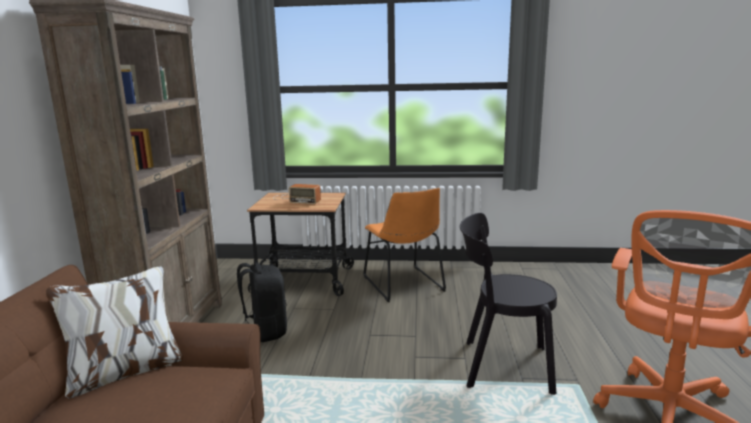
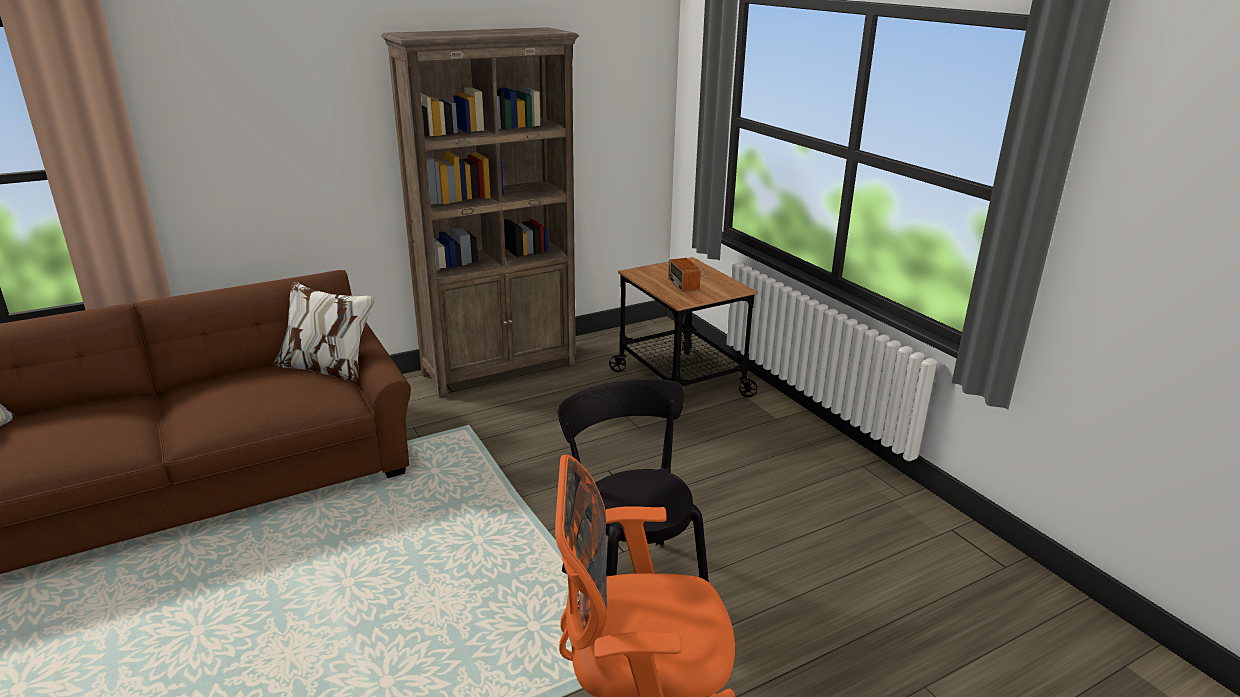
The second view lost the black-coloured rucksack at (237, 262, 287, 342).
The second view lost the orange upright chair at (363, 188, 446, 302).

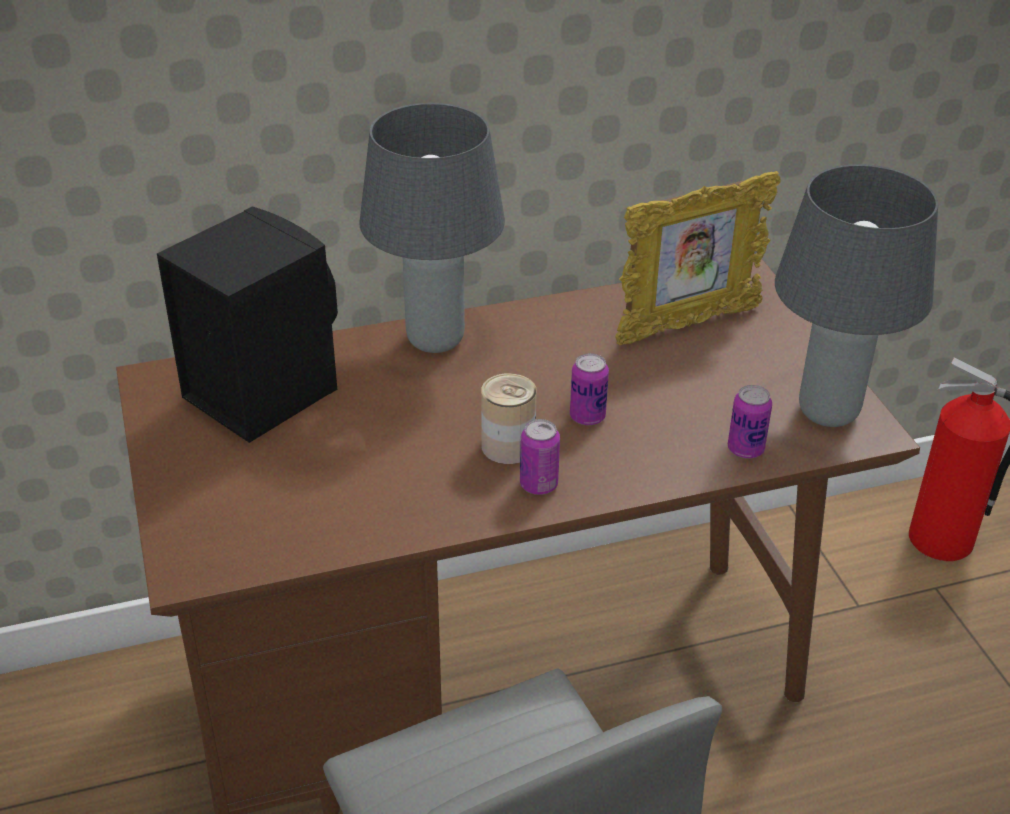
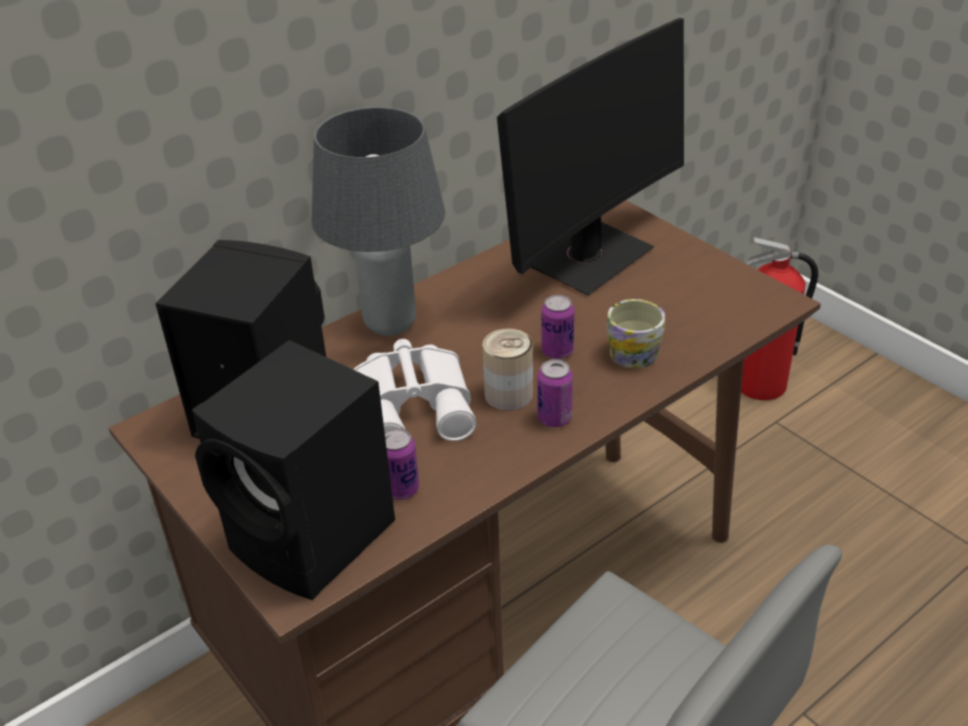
The second view lost the gray table lamp at (775, 164, 938, 427).
The second view gained the black-coloured speaker at (192, 340, 395, 600).
The second view gained the white-coloured field glasses at (353, 339, 477, 441).
The second view gained the coffee mug at (607, 299, 665, 368).
The can ended up elsewhere, having gone from (728, 385, 772, 458) to (385, 428, 419, 500).
Where the picture frame stood at (615, 171, 781, 345), the computer screen came to stand at (497, 18, 684, 295).

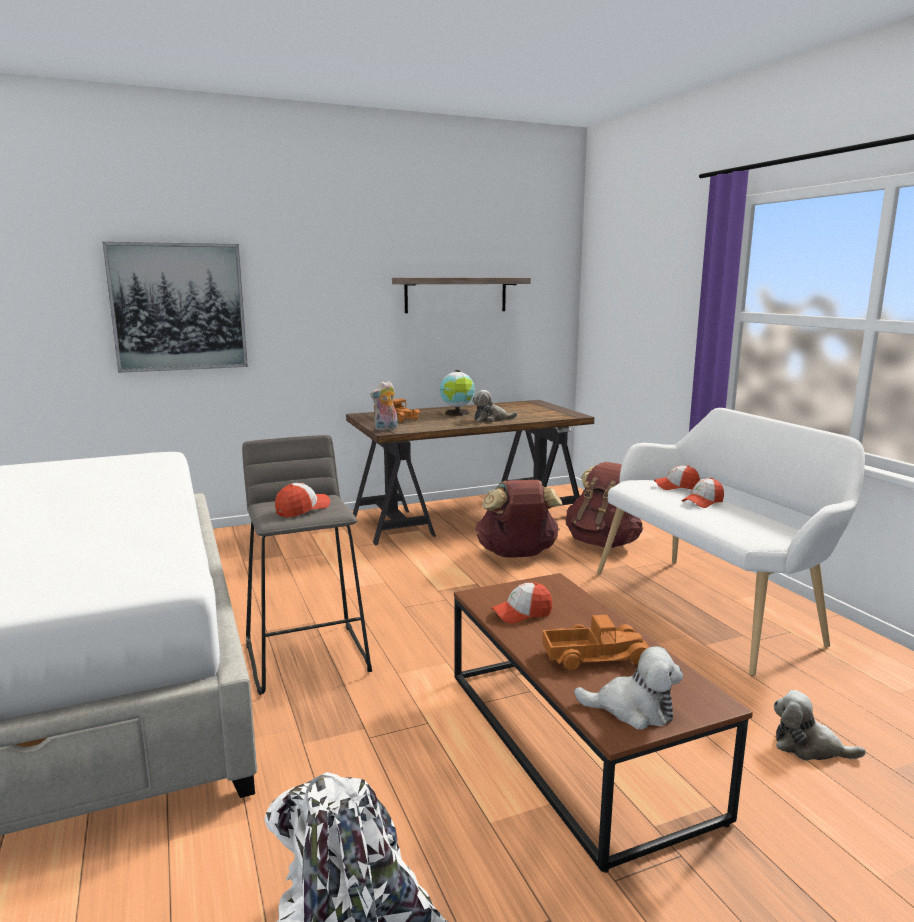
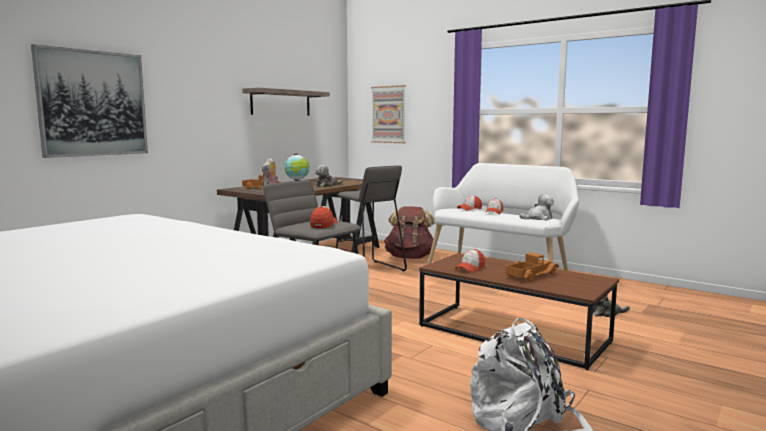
The second view gained the wall picture at (371, 85, 406, 143).
The soft toy ended up elsewhere, having gone from (574, 646, 683, 730) to (519, 194, 554, 220).
Where the brownish rucksack stood at (475, 480, 562, 558), the gray stool seat came to stand at (336, 166, 407, 271).

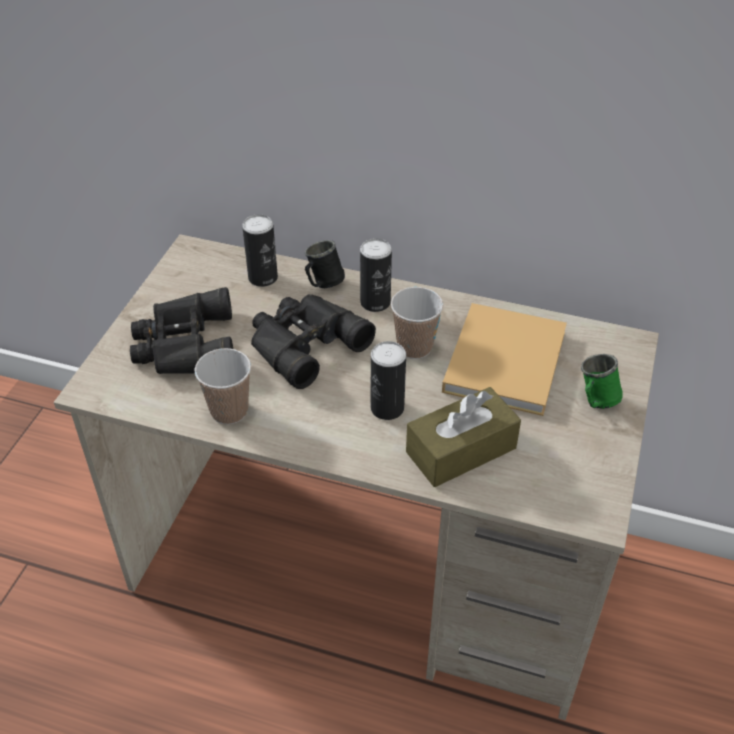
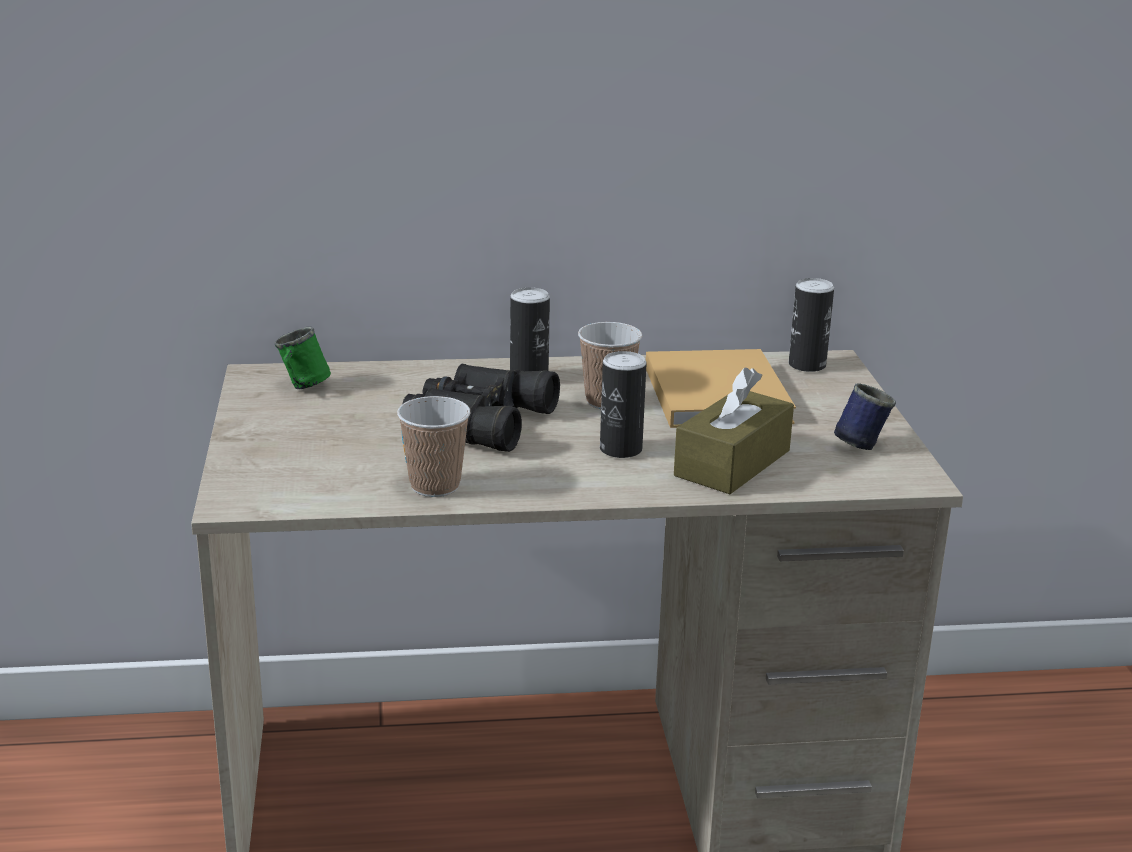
The second view lost the black-coloured field glasses at (130, 287, 233, 374).
The second view lost the black-coloured coffee mug at (305, 240, 345, 288).
The second view gained the blue coffee mug at (834, 383, 896, 450).
The can ended up elsewhere, having gone from (242, 215, 278, 287) to (789, 278, 834, 372).
The greenish coffee mug ended up elsewhere, having gone from (581, 354, 623, 409) to (275, 327, 331, 389).

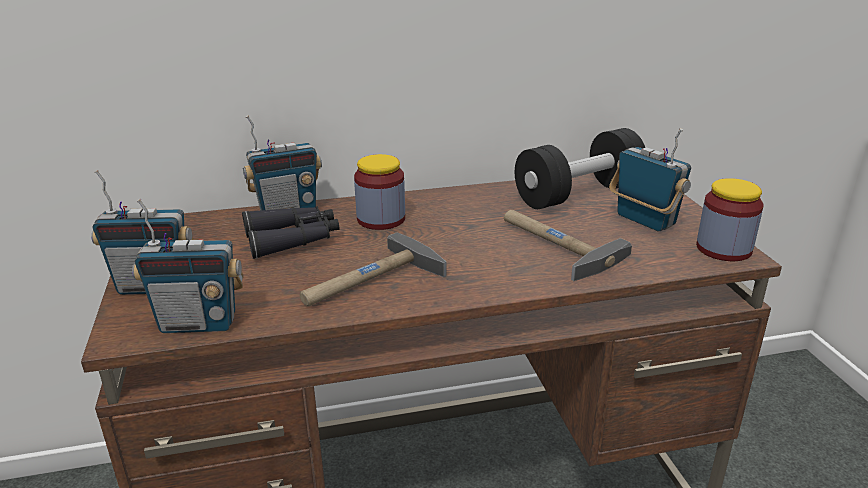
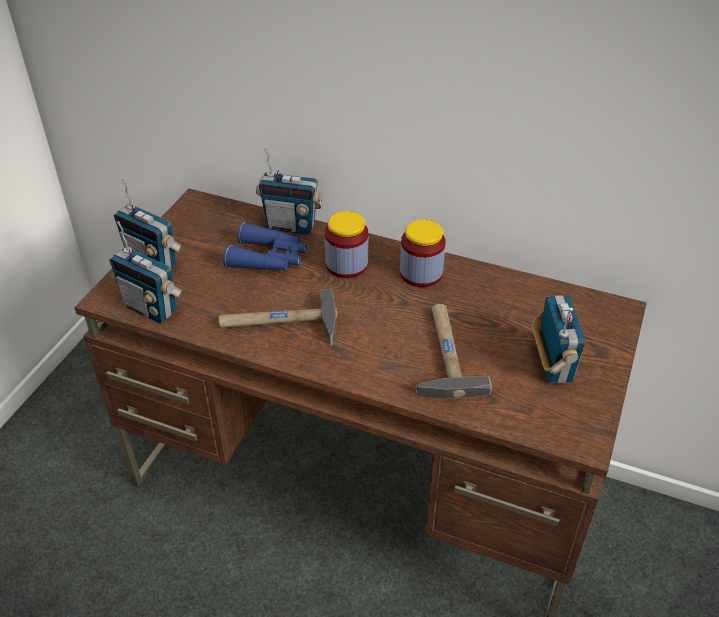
The second view lost the black-coloured free weight at (515, 128, 645, 209).
The preserve jar ended up elsewhere, having gone from (696, 178, 764, 261) to (400, 219, 446, 287).
What was the black-coloured field glasses at (242, 206, 339, 259) turned into the blue field glasses at (223, 222, 307, 271).

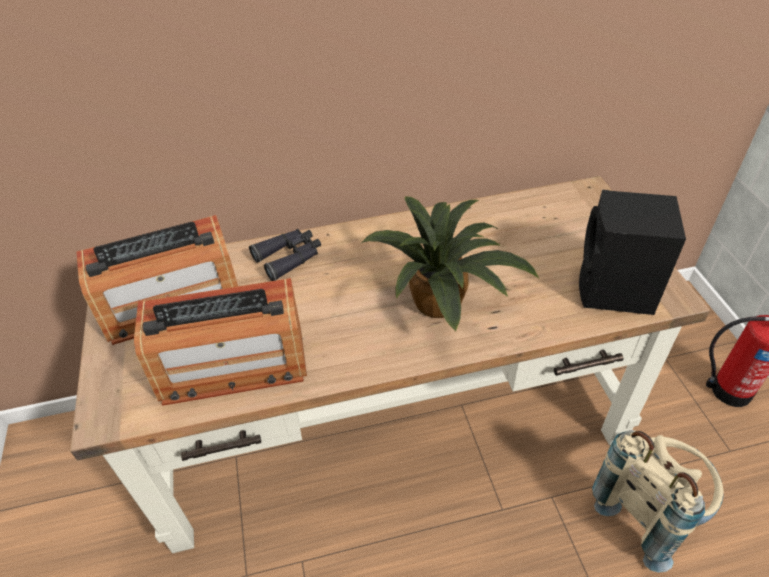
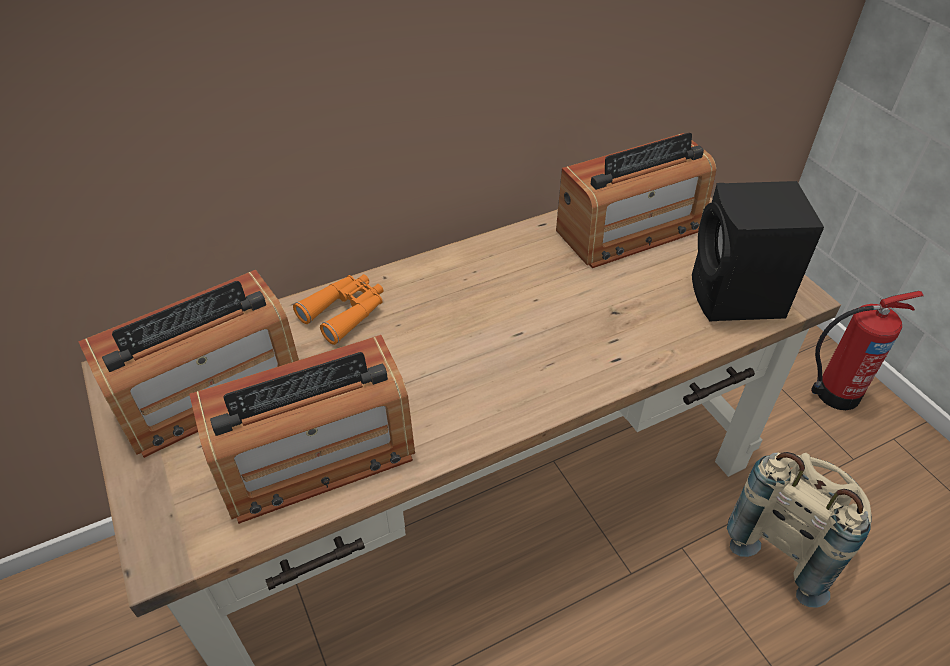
The second view lost the plant in a pot at (361, 196, 539, 331).
The second view gained the radio set at (556, 133, 716, 268).
What was the black-coloured field glasses at (249, 229, 321, 281) turned into the orange field glasses at (293, 274, 384, 345).

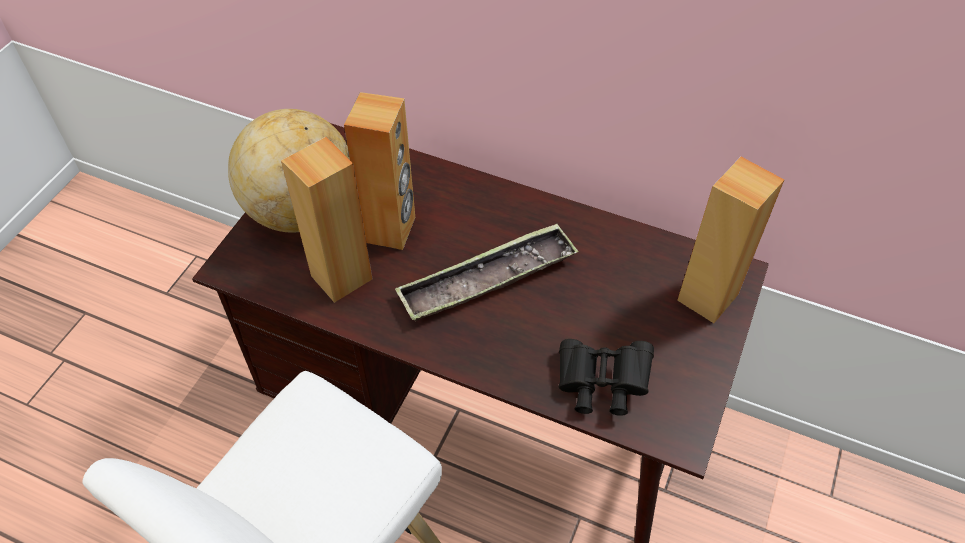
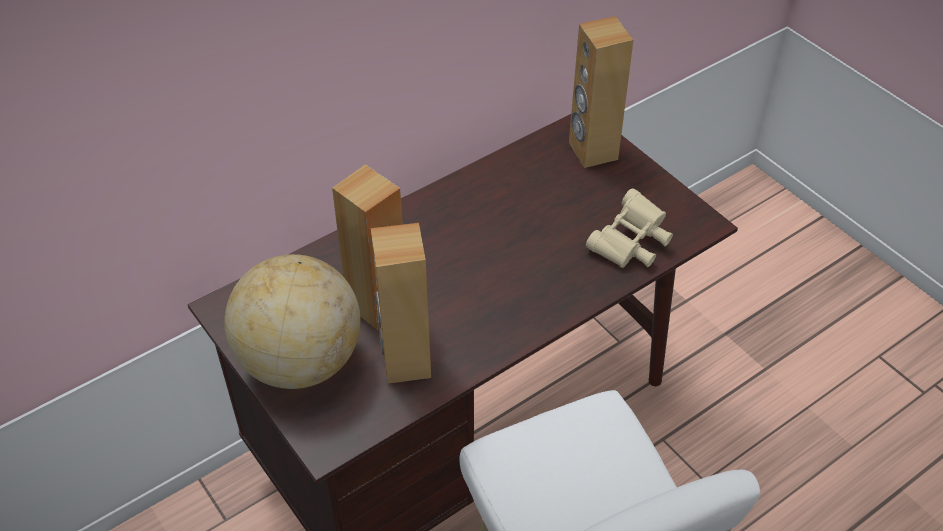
The second view lost the tray at (395, 223, 579, 321).
What was the black-coloured field glasses at (559, 339, 654, 416) turned into the beige-coloured field glasses at (586, 189, 673, 268).

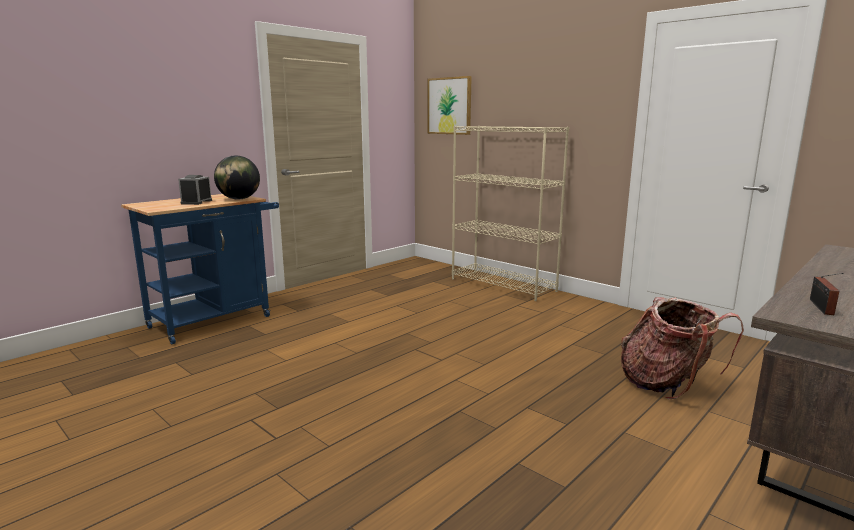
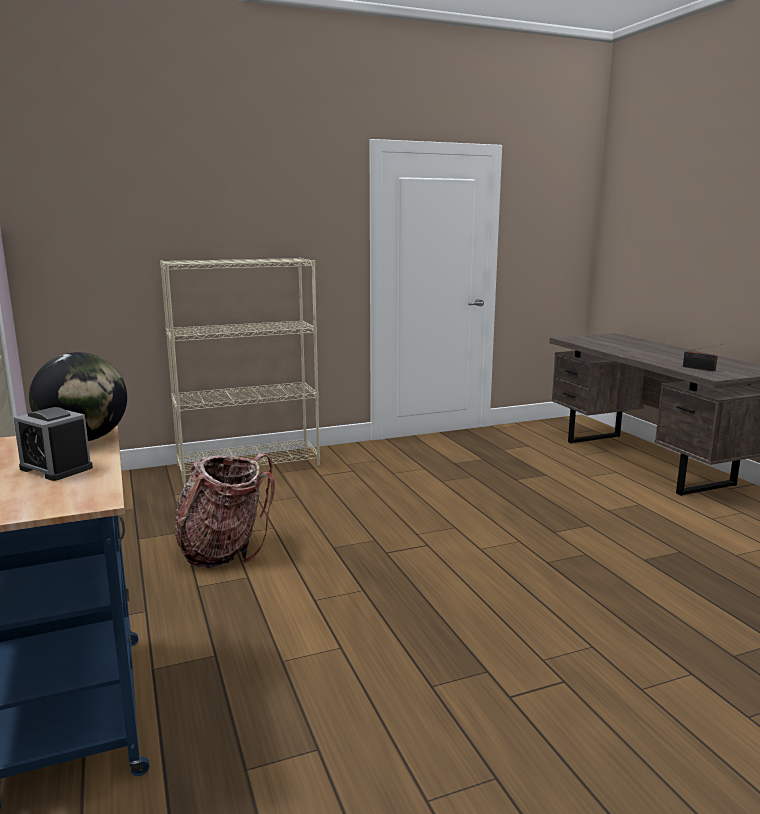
The second view lost the wall picture at (428, 76, 472, 135).
The rucksack ended up elsewhere, having gone from (621, 297, 744, 399) to (175, 453, 275, 568).

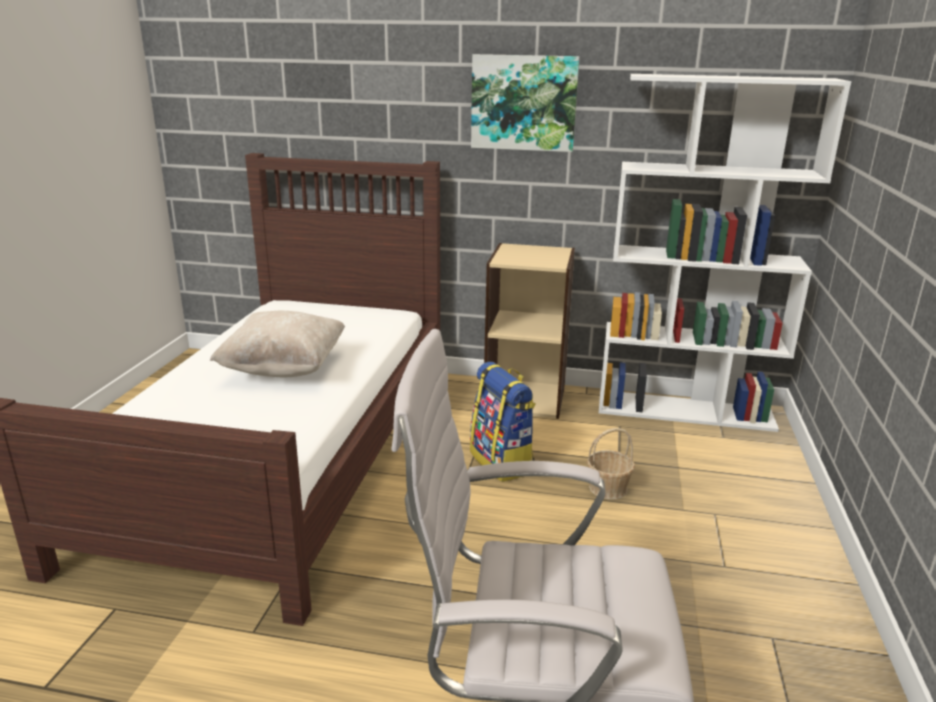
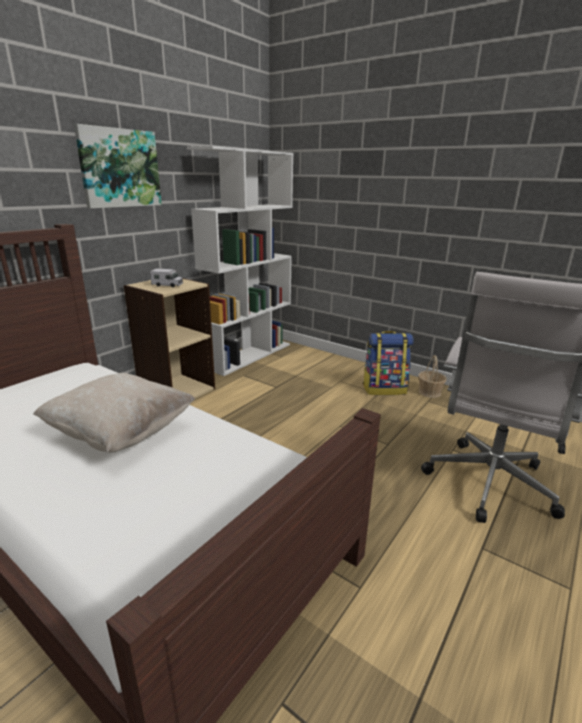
The second view gained the toy truck at (150, 268, 183, 287).
The rucksack ended up elsewhere, having gone from (470, 362, 536, 482) to (363, 331, 414, 395).
The basket ended up elsewhere, having gone from (587, 428, 635, 500) to (418, 355, 447, 398).

